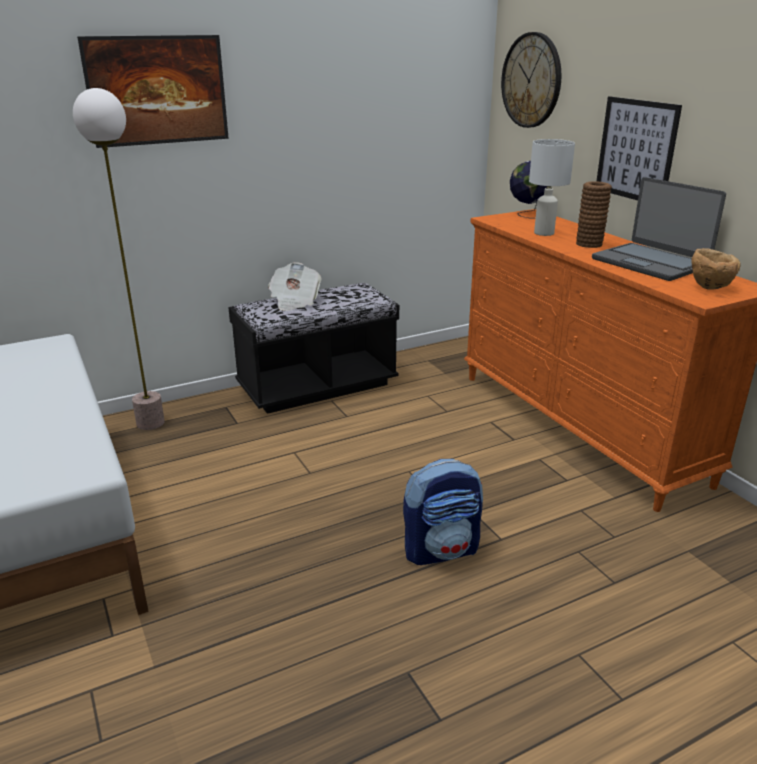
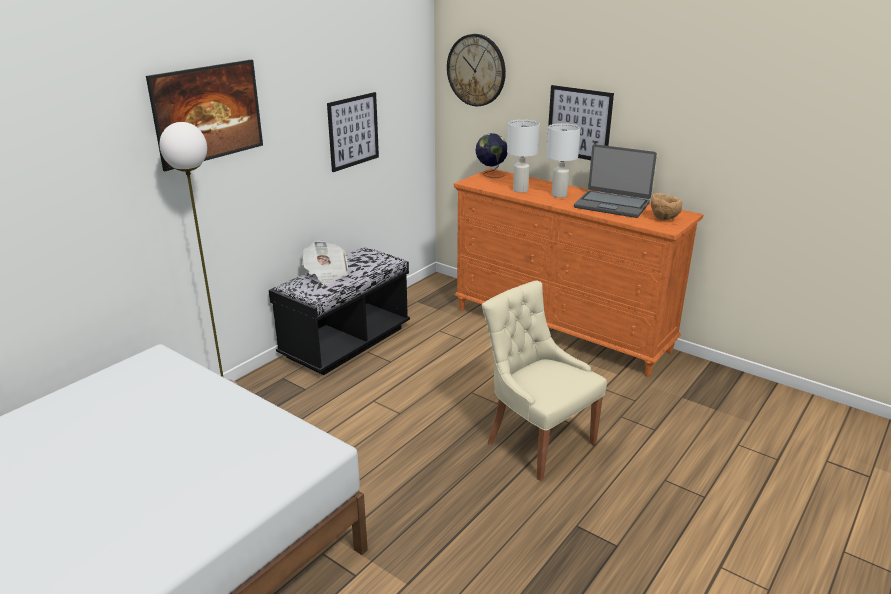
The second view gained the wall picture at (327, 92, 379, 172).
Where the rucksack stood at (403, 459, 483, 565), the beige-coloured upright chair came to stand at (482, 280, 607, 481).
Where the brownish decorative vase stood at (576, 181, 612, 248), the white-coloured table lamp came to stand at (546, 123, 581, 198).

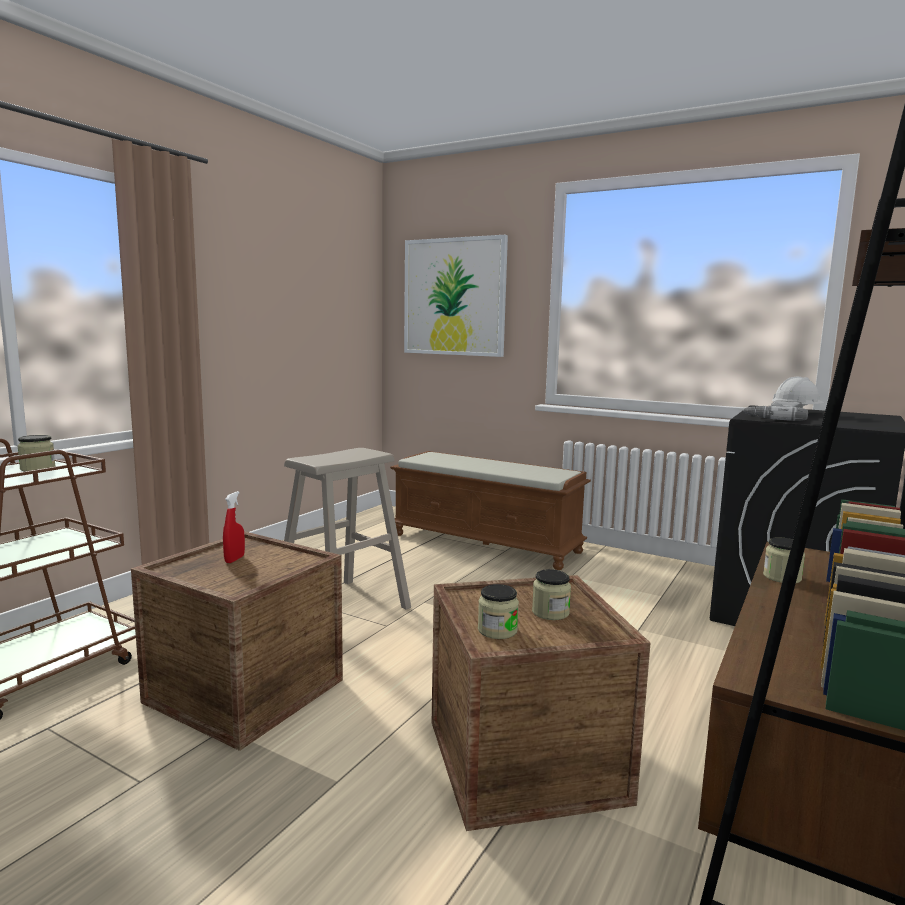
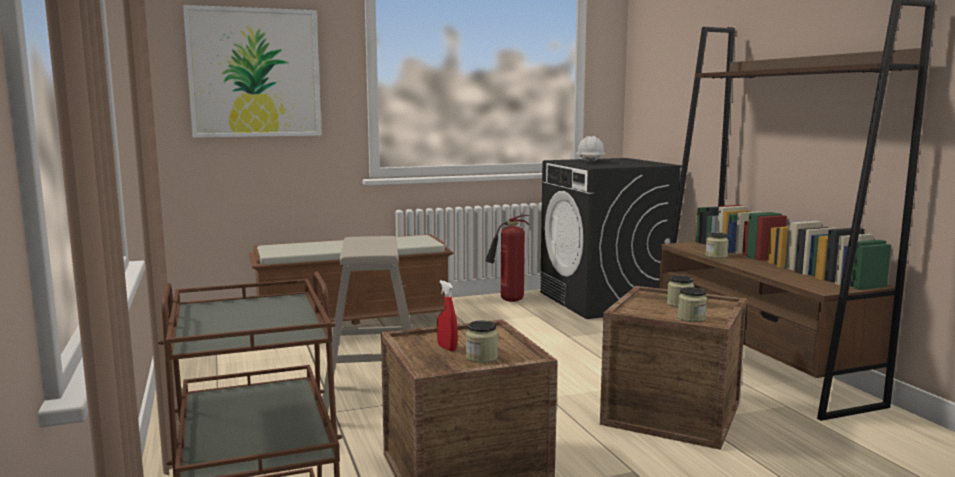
The second view lost the power drill at (742, 401, 808, 421).
The second view gained the fire-fighting cylinder at (485, 215, 530, 302).
The preserve jar ended up elsewhere, having gone from (17, 435, 56, 471) to (466, 320, 498, 363).

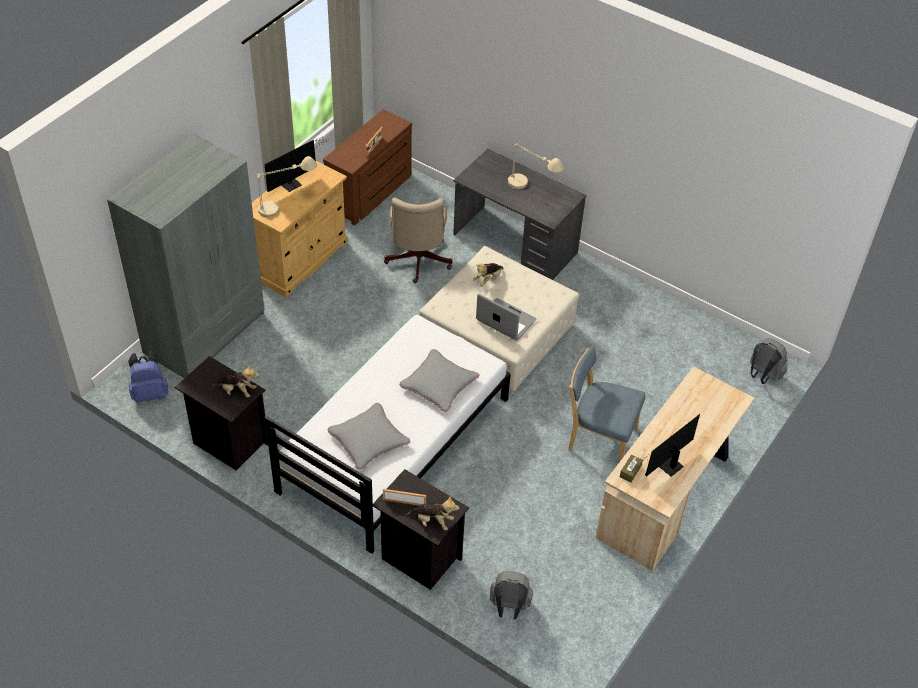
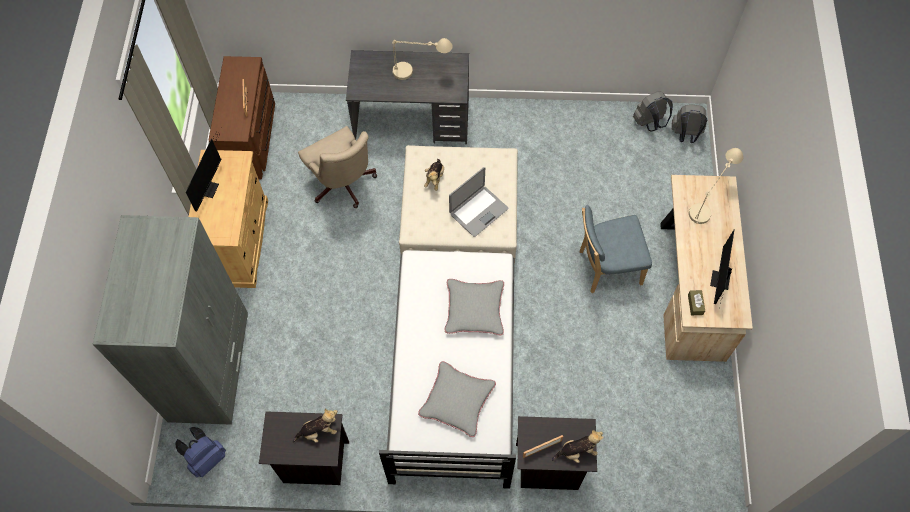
The beige-coloured table lamp ended up elsewhere, having gone from (257, 156, 317, 217) to (689, 148, 744, 224).
The gray rucksack ended up elsewhere, having gone from (490, 571, 533, 620) to (633, 91, 673, 131).
The notebook computer at (476, 294, 536, 341) ended up facing another way, 135 degrees clockwise from before.

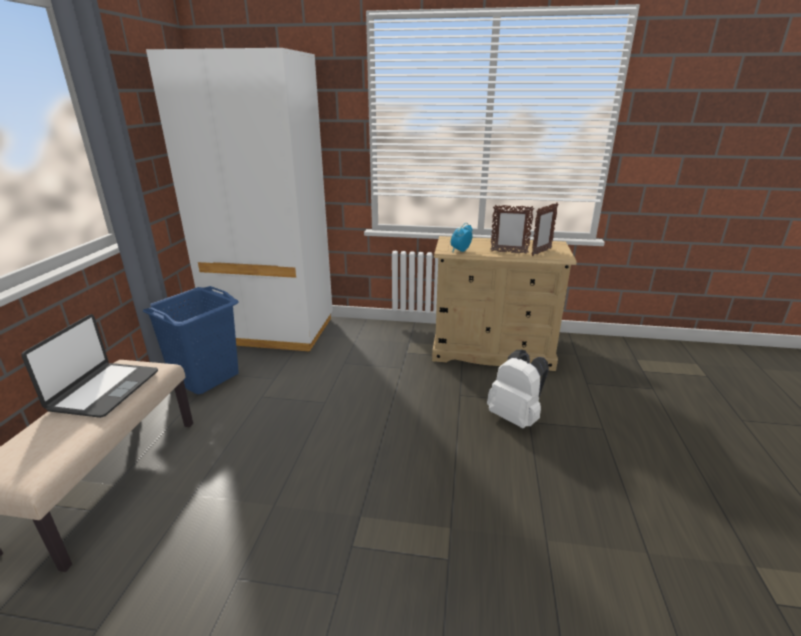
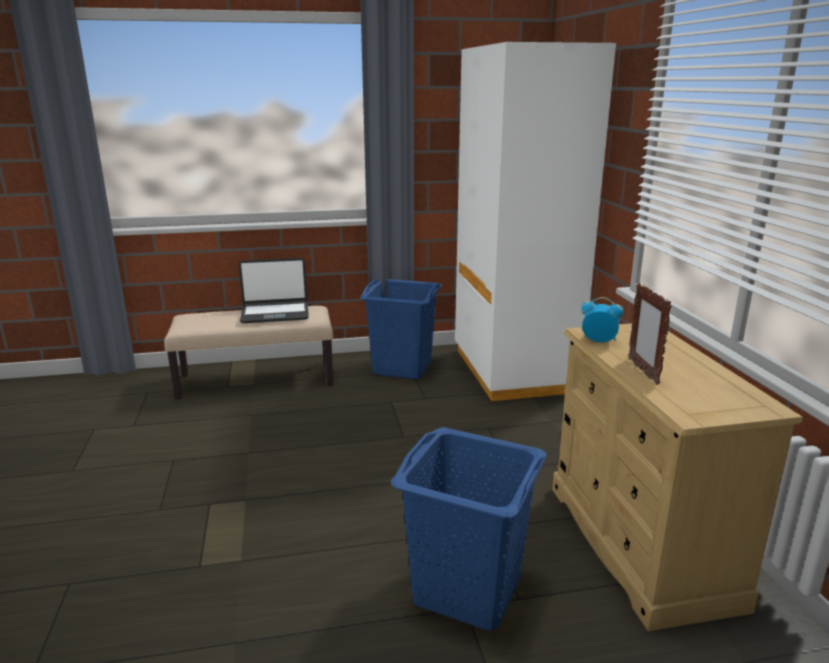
The second view lost the picture frame at (532, 202, 558, 256).
Where the white-coloured rucksack stood at (487, 350, 549, 428), the blue laundry basket came to stand at (391, 427, 547, 631).

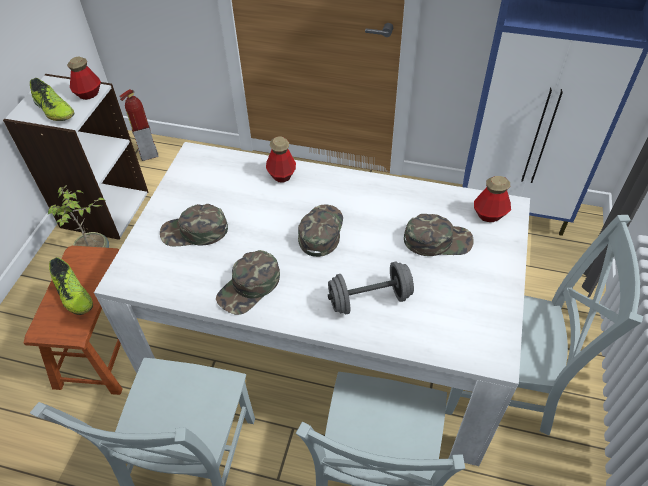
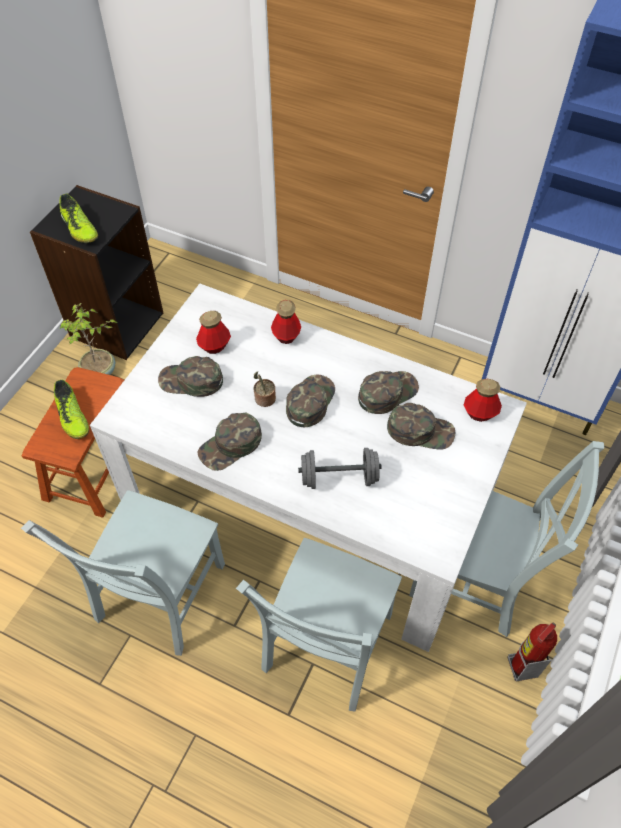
The second view gained the plant in a pot at (254, 371, 276, 407).
The second view gained the greenish cap at (358, 371, 419, 414).
The beverage bottle ended up elsewhere, having gone from (67, 57, 101, 100) to (196, 311, 231, 354).
The fire-fighting cylinder ended up elsewhere, having gone from (119, 89, 158, 161) to (507, 623, 557, 682).
What was the white-coloured bookcase at (3, 74, 148, 240) turned into the black-coloured bookcase at (30, 185, 163, 360).

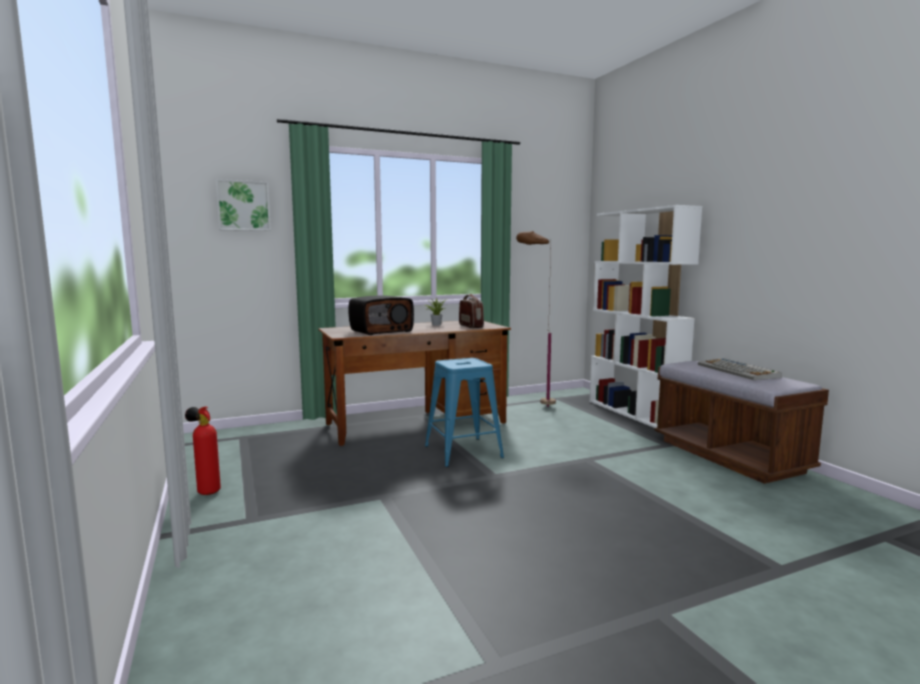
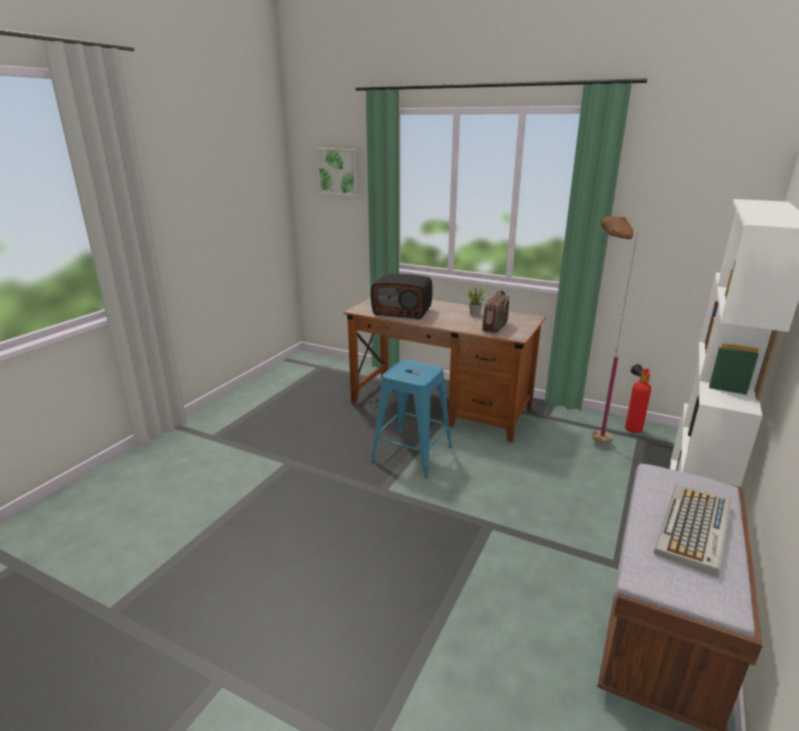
The fire-fighting cylinder ended up elsewhere, having gone from (185, 406, 221, 495) to (625, 364, 651, 433).

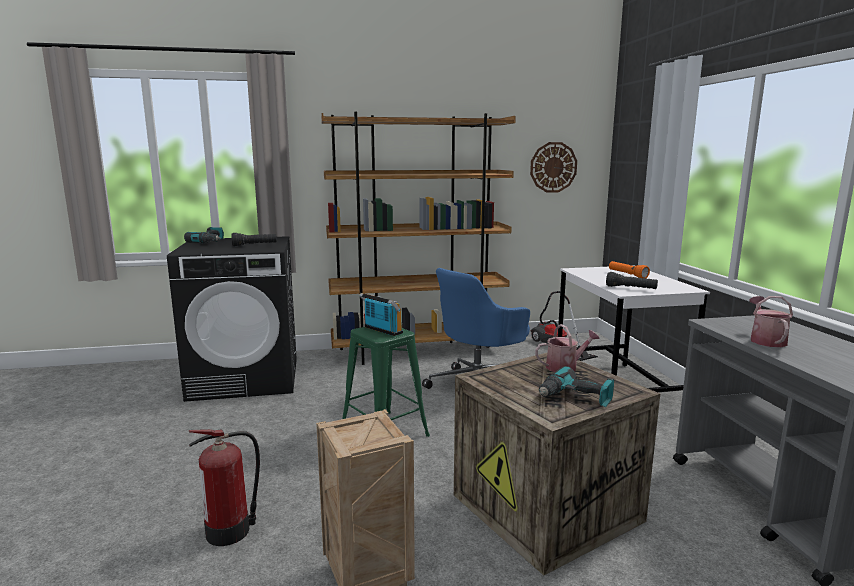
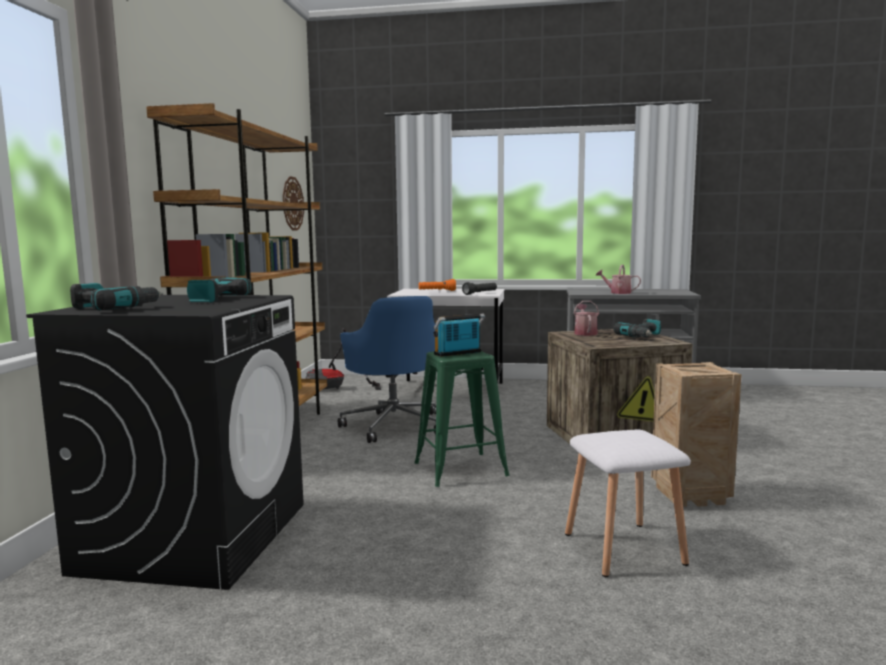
Where the fire-fighting cylinder stood at (189, 429, 260, 546), the white-coloured stool seat came to stand at (565, 430, 691, 577).
Where the black-coloured flashlight stood at (231, 233, 277, 246), the power drill came to stand at (187, 277, 252, 303).

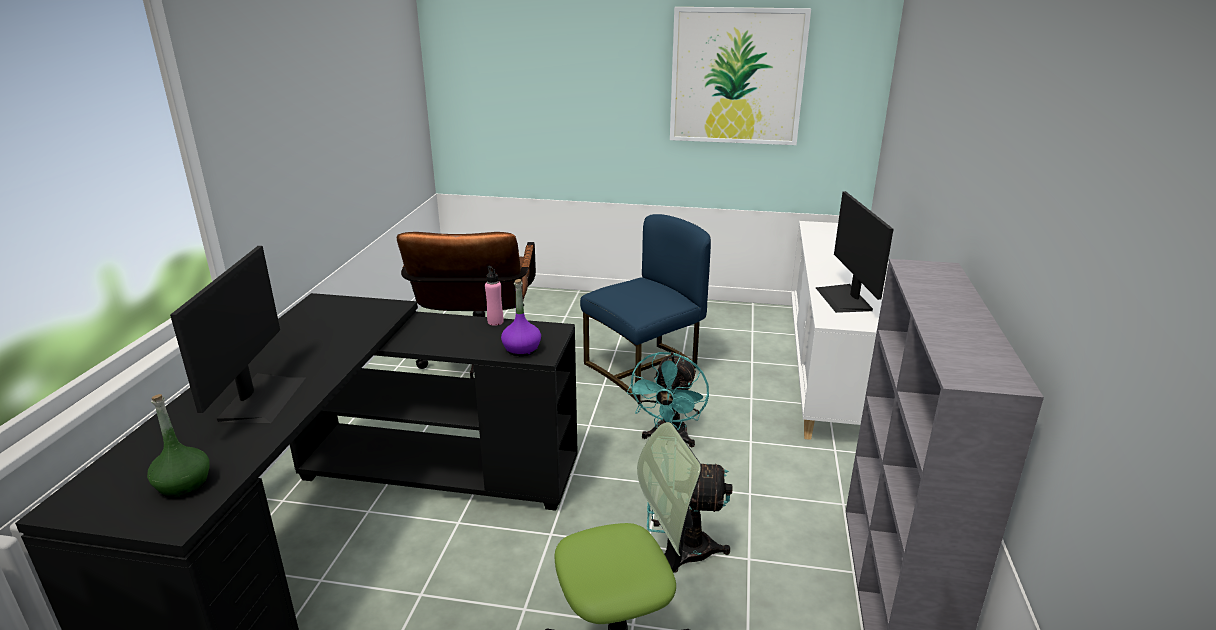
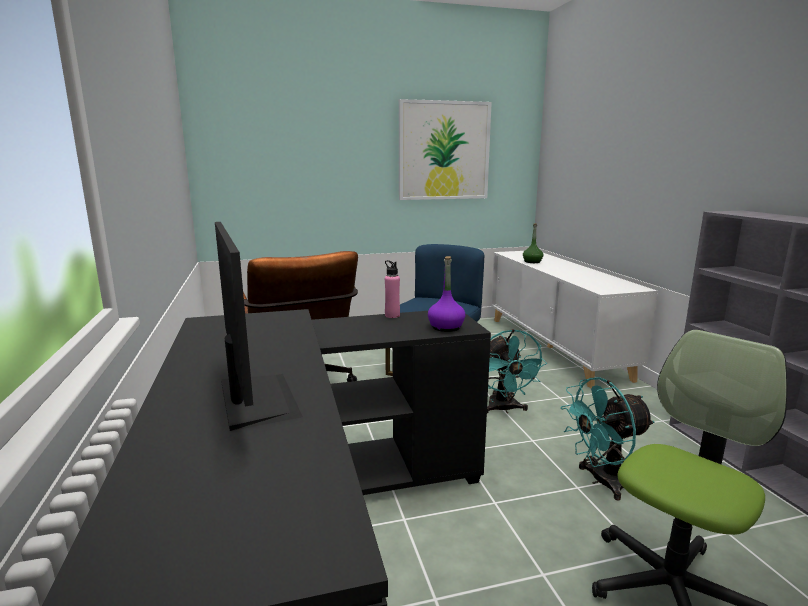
The second view lost the computer screen at (815, 191, 893, 313).
The greenish beverage bottle ended up elsewhere, having gone from (147, 394, 210, 498) to (523, 223, 543, 263).

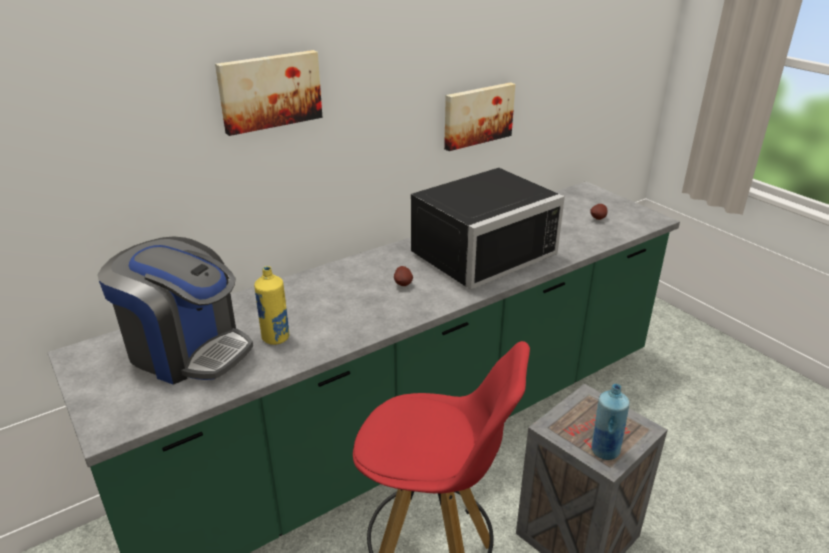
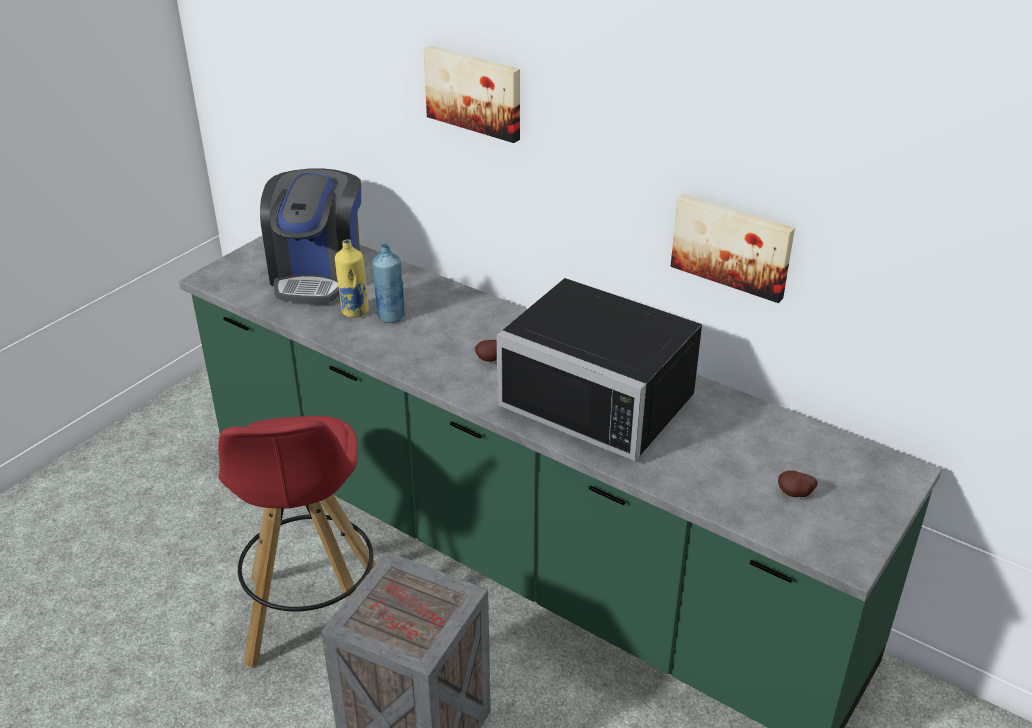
The blue beverage bottle ended up elsewhere, having gone from (591, 384, 630, 460) to (373, 243, 405, 323).

